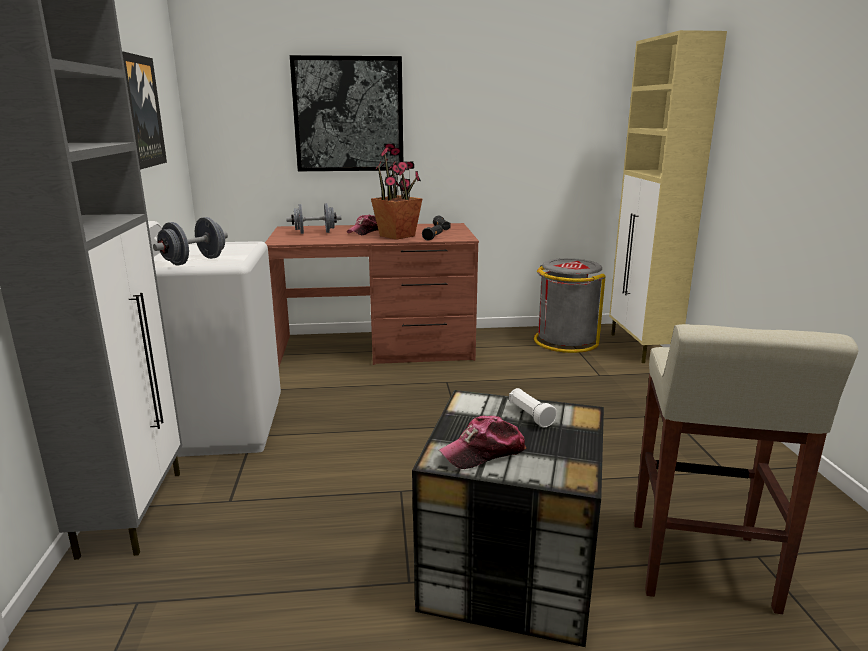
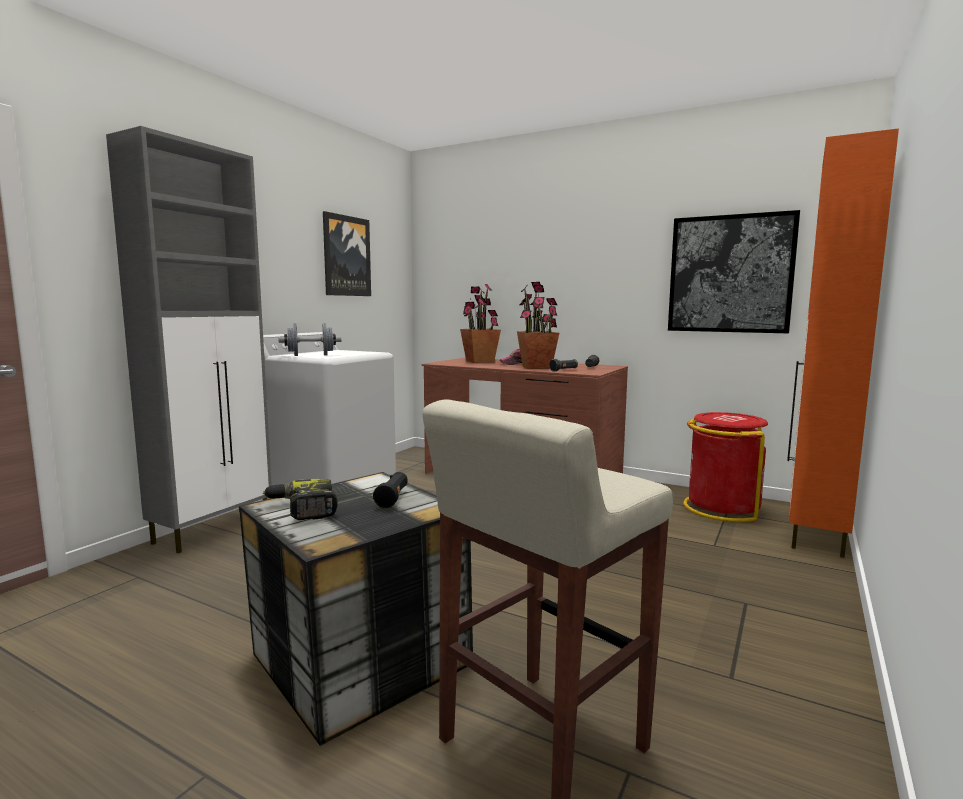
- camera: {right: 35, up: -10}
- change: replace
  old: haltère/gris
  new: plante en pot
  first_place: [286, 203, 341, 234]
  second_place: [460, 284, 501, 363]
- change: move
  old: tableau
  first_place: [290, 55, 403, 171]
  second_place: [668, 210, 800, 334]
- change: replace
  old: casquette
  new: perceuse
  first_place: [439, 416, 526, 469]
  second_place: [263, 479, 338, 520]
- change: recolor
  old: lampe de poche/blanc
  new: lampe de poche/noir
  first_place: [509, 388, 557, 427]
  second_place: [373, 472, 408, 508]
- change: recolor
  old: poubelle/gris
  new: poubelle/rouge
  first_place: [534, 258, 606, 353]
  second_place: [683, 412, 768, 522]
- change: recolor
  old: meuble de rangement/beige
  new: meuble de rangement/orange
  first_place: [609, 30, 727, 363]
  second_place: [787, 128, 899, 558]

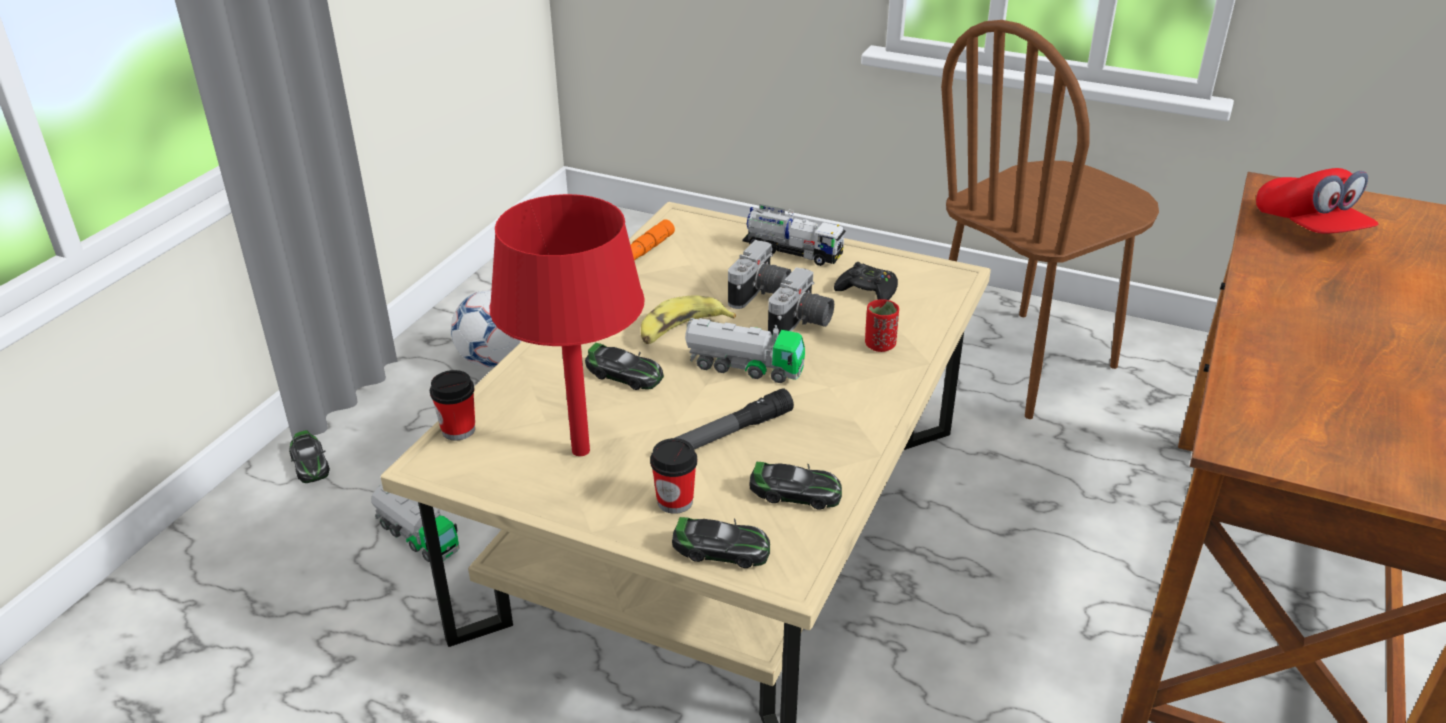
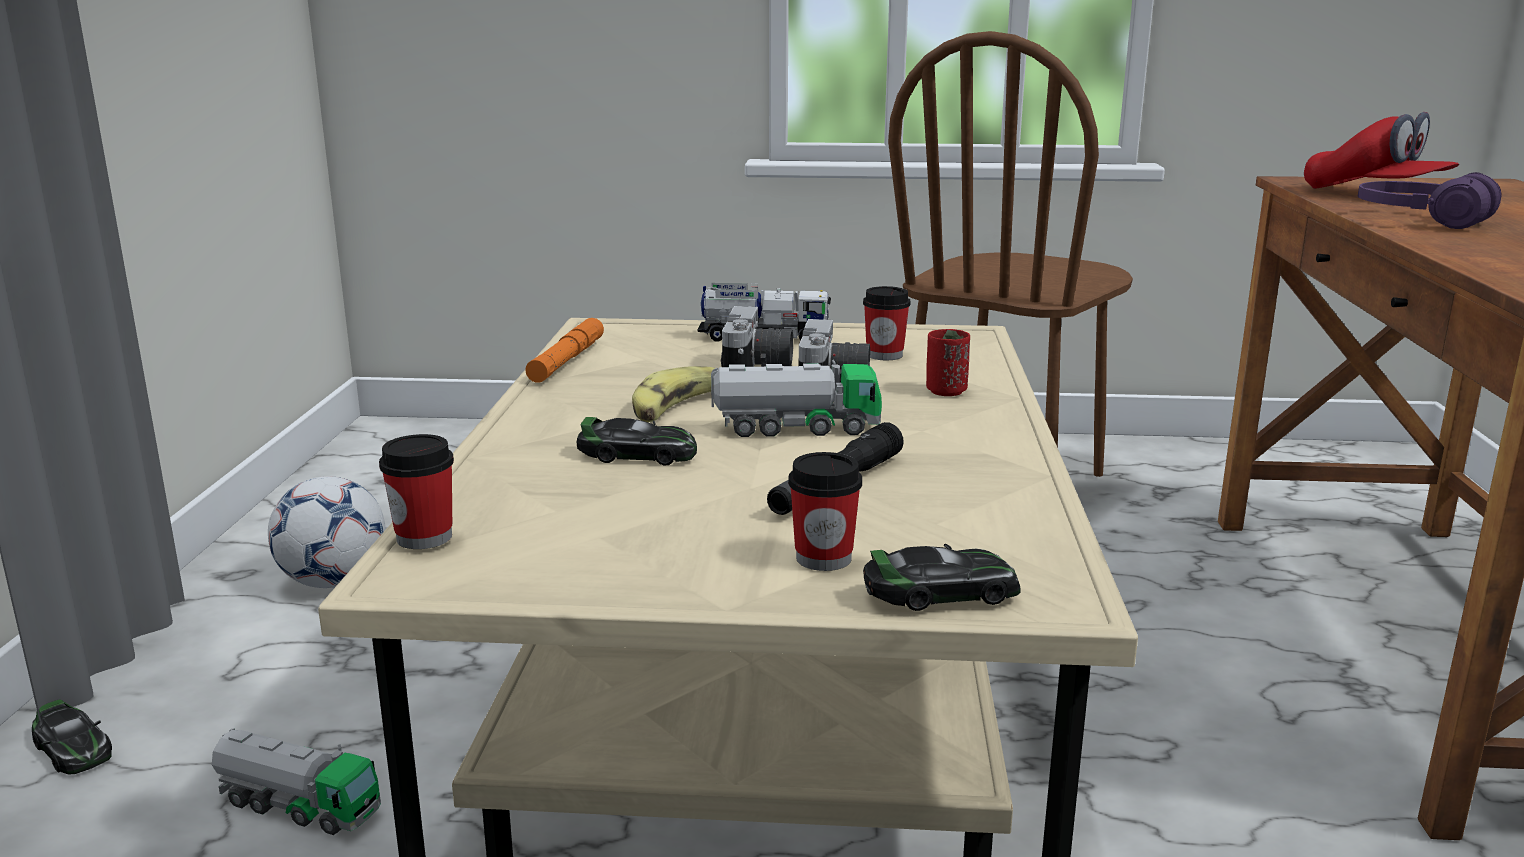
- camera: {right: -20, up: -15}
- change: delete
  old: lampe de table/rouge
  first_place: [490, 194, 645, 456]
- change: delete
  old: petite voiture
  first_place: [749, 462, 842, 510]
- change: replace
  old: manette/noir
  new: tasse
  first_place: [834, 262, 898, 300]
  second_place: [863, 286, 910, 360]
- change: insert
  new: casque audio/violet
  second_place: [1358, 172, 1502, 229]

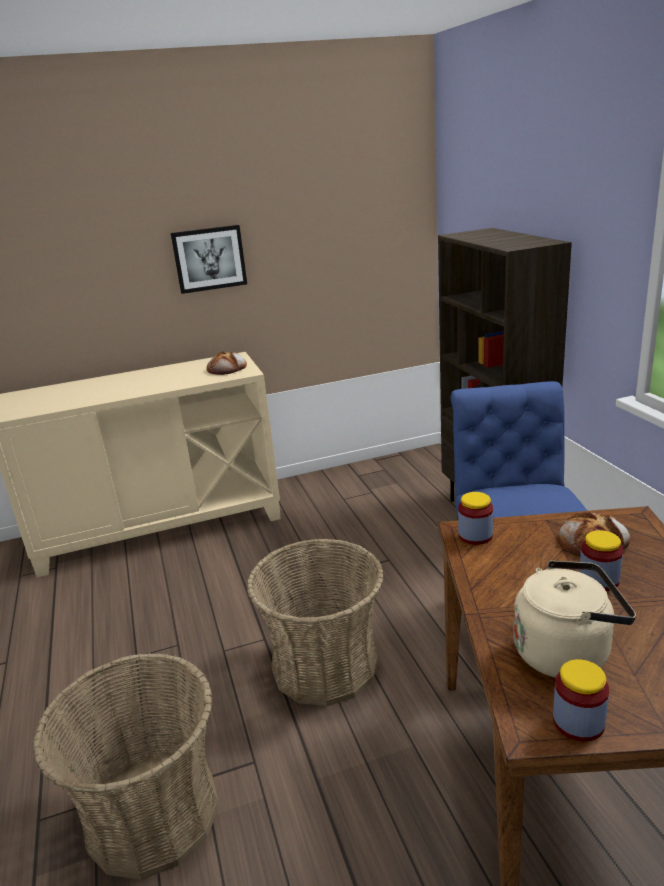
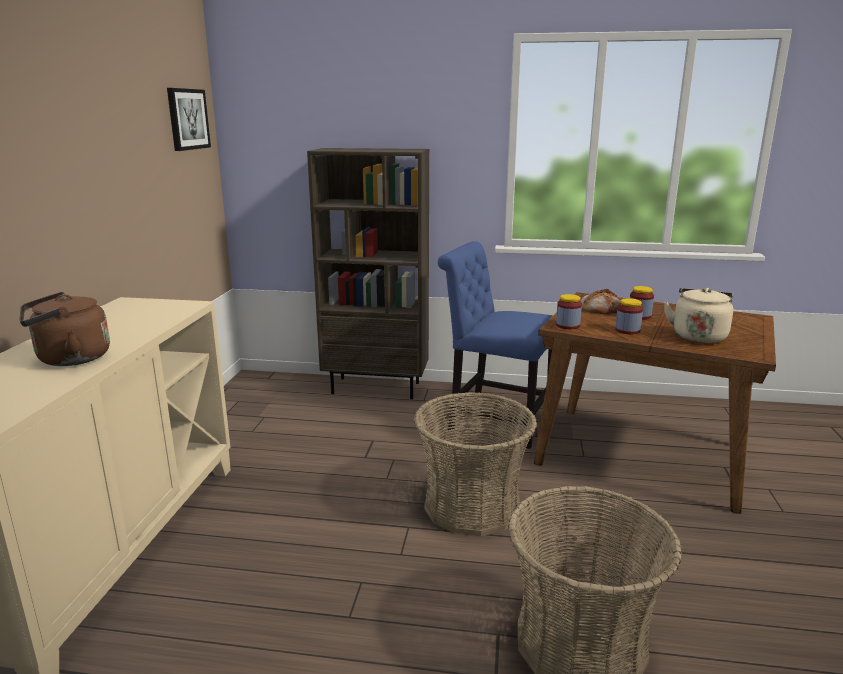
- camera: {right: -65, up: -5}
- change: move
  old: tableau
  first_place: [171, 225, 247, 294]
  second_place: [167, 88, 211, 151]
- change: delete
  old: pain
  first_place: [207, 351, 247, 375]
- change: move
  old: bocal
  first_place: [553, 659, 609, 742]
  second_place: [615, 298, 643, 334]
- change: insert
  new: bouilloire/marron
  second_place: [20, 292, 110, 366]

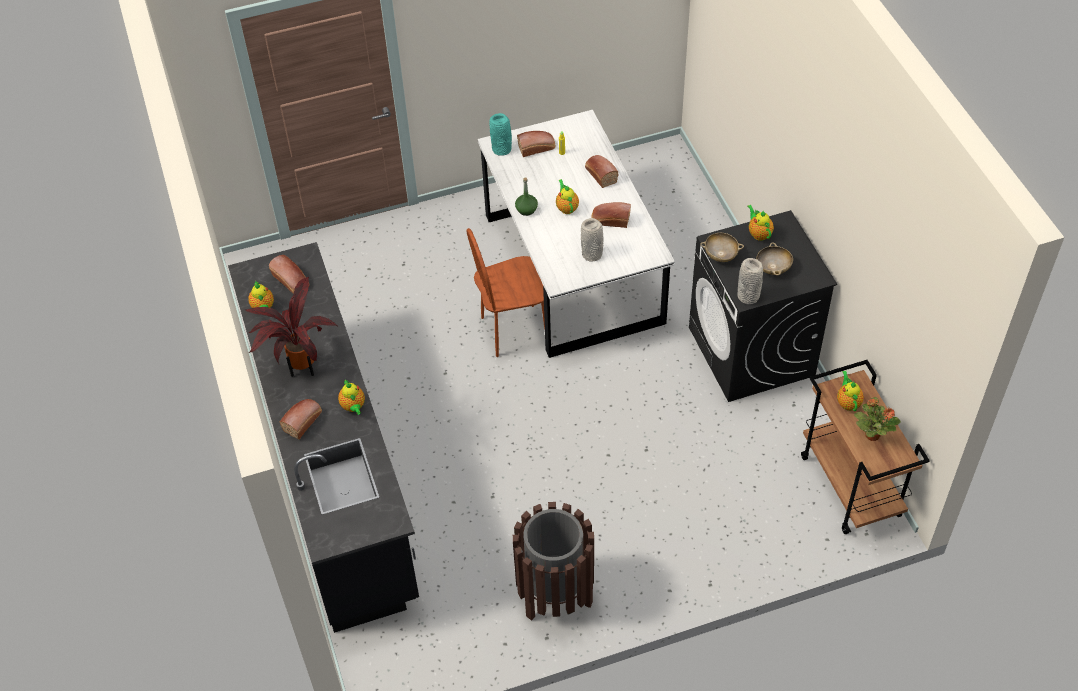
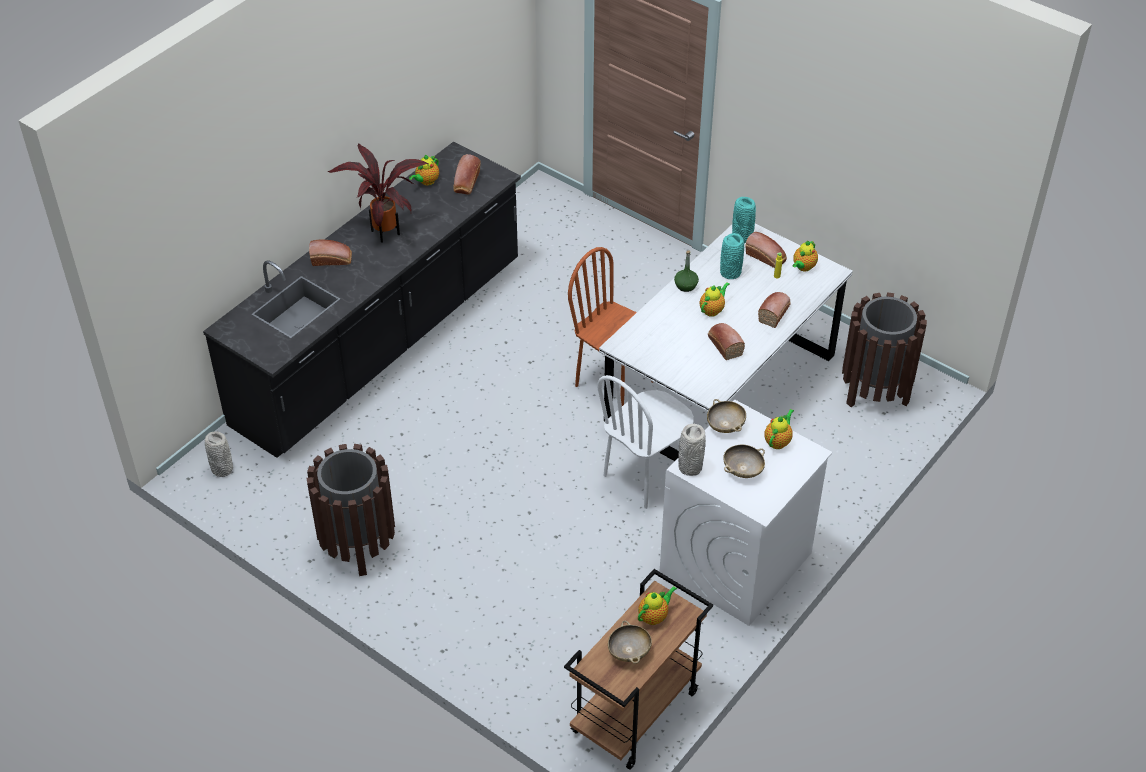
- camera: {right: 55, up: -5}
- change: move
  old: théière
  first_place: [338, 379, 365, 415]
  second_place: [793, 241, 818, 271]
- change: move
  old: vase/gris
  first_place: [581, 218, 604, 262]
  second_place: [205, 432, 233, 477]
- change: recolor
  old: lave-linge/noir
  new: lave-linge/blanc
  first_place: [689, 210, 837, 402]
  second_place: [660, 400, 832, 626]
- change: replace
  old: plante en pot
  new: bol/beige
  first_place: [854, 397, 901, 441]
  second_place: [608, 621, 652, 664]
- change: insert
  new: chaise/blanc
  second_place: [597, 375, 694, 509]
- change: insert
  new: vase/turquoise
  second_place: [720, 233, 744, 279]
- change: insert
  new: poubelle/marron
  second_place: [842, 292, 927, 407]

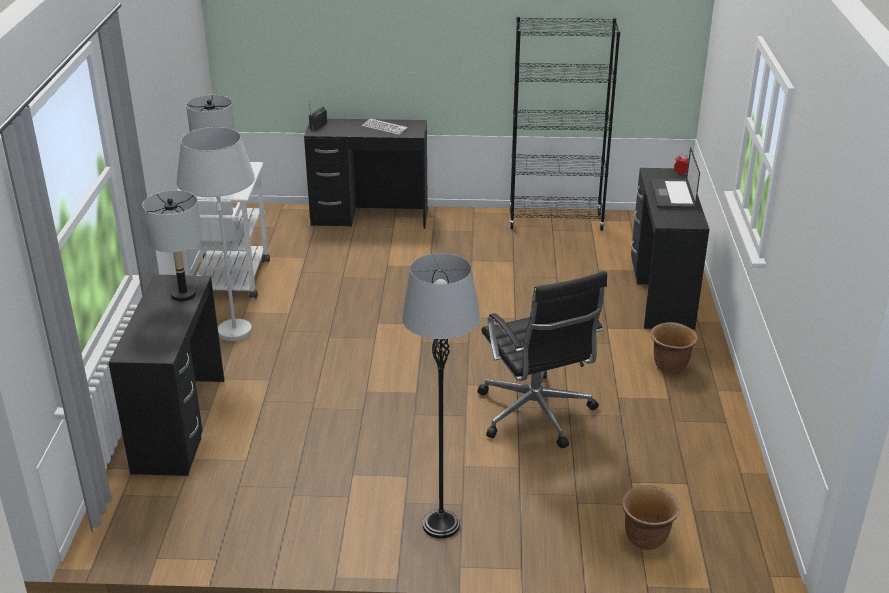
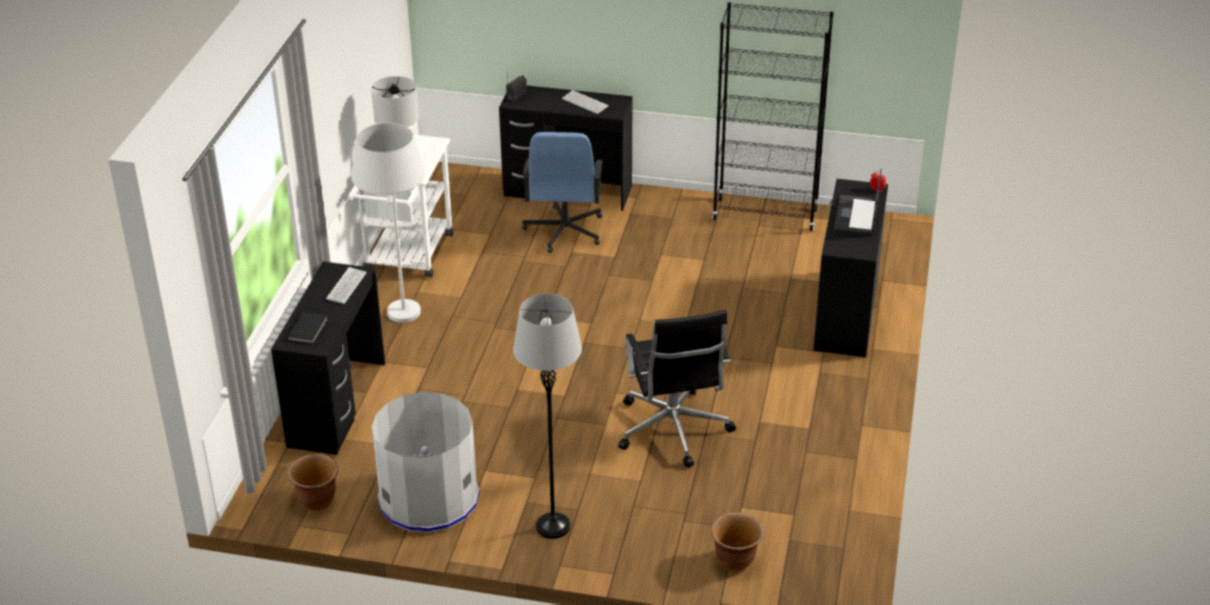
- camera: {right: 10, up: 5}
- change: replace
  old: lampe de table/gris
  new: clavier
  first_place: [142, 190, 203, 302]
  second_place: [326, 267, 367, 304]
- change: move
  old: cache-pot/marron
  first_place: [650, 322, 698, 374]
  second_place: [287, 454, 338, 511]
- change: insert
  new: livre/noir
  second_place: [287, 312, 328, 344]
- change: insert
  new: poubelle/gris
  second_place: [372, 392, 480, 533]
- change: insert
  new: chaise de bureau/bleu
  second_place: [522, 132, 603, 253]

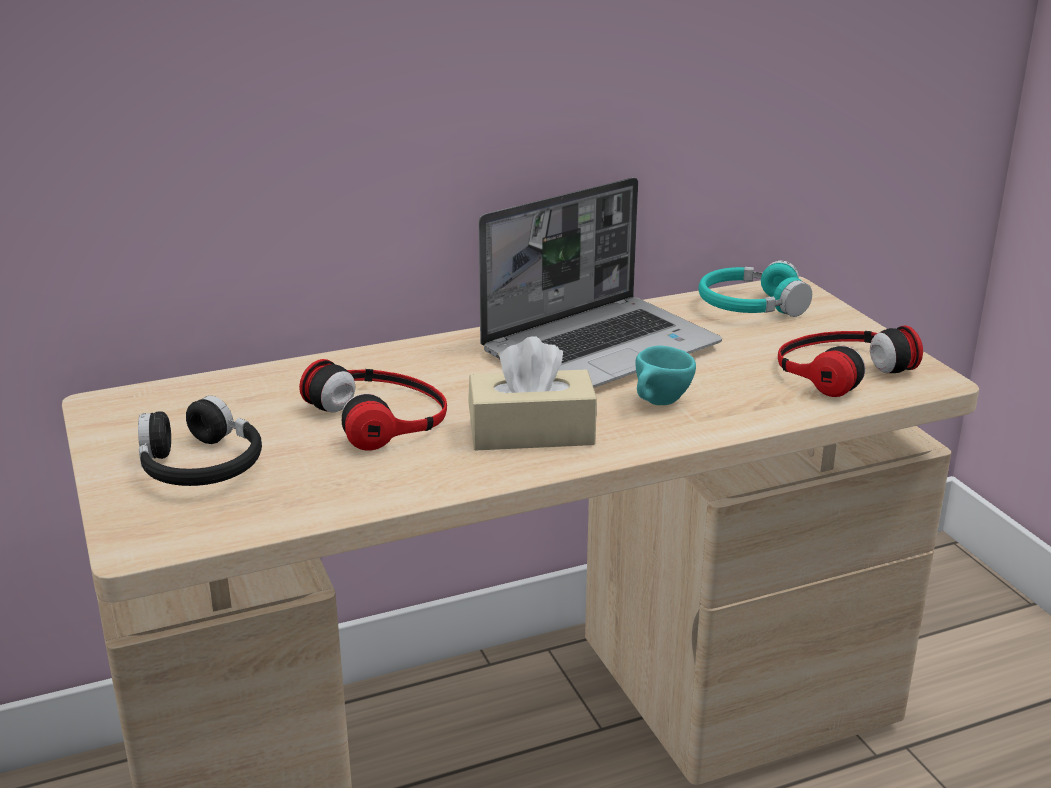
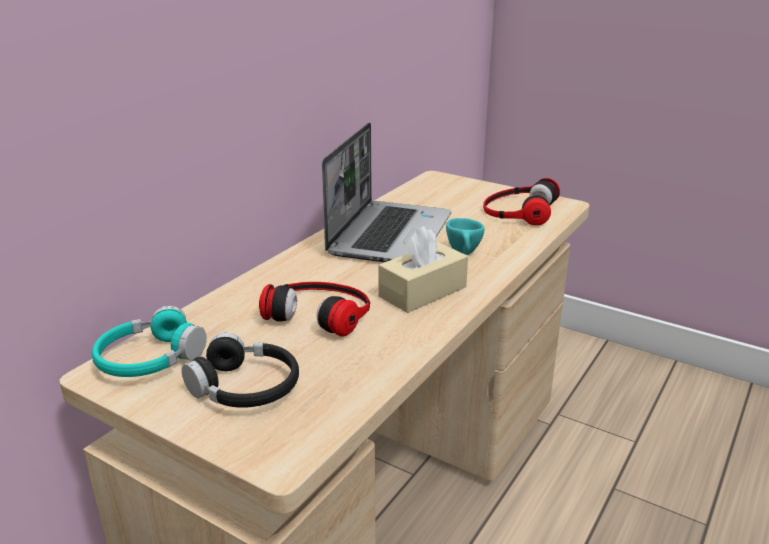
- camera: {right: -35, up: 0}
- change: move
  old: casque audio/turquoise
  first_place: [698, 260, 812, 317]
  second_place: [92, 306, 207, 377]

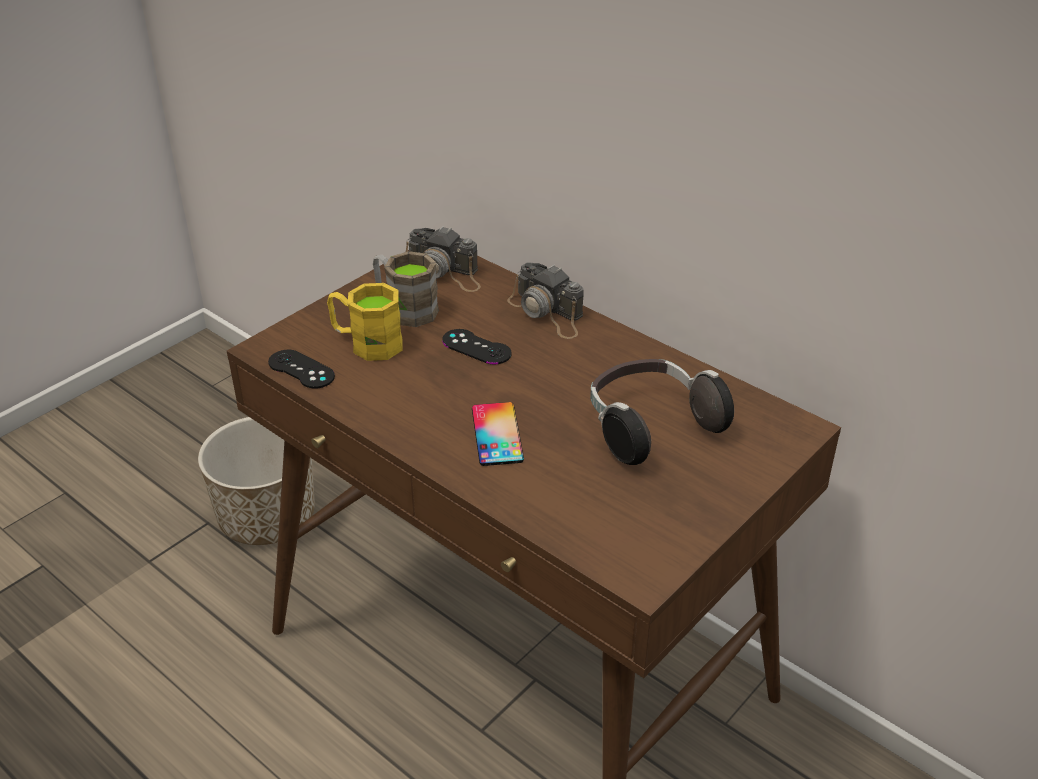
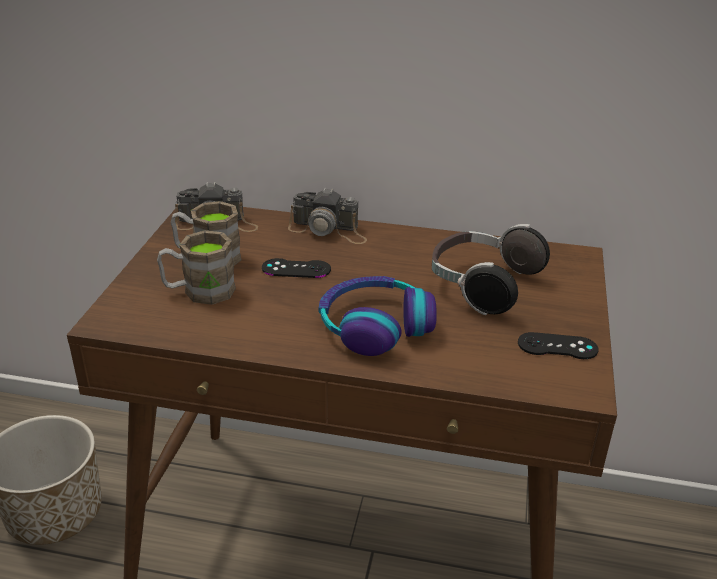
- camera: {right: -30, up: -5}
- change: move
  old: manette/noir
  first_place: [268, 350, 335, 389]
  second_place: [518, 332, 599, 359]
- change: recolor
  old: mug/jaune
  new: mug/marron
  first_place: [327, 283, 402, 361]
  second_place: [157, 230, 236, 305]
- change: replace
  old: téléphone
  new: casque audio
  first_place: [472, 402, 524, 466]
  second_place: [319, 276, 437, 356]

